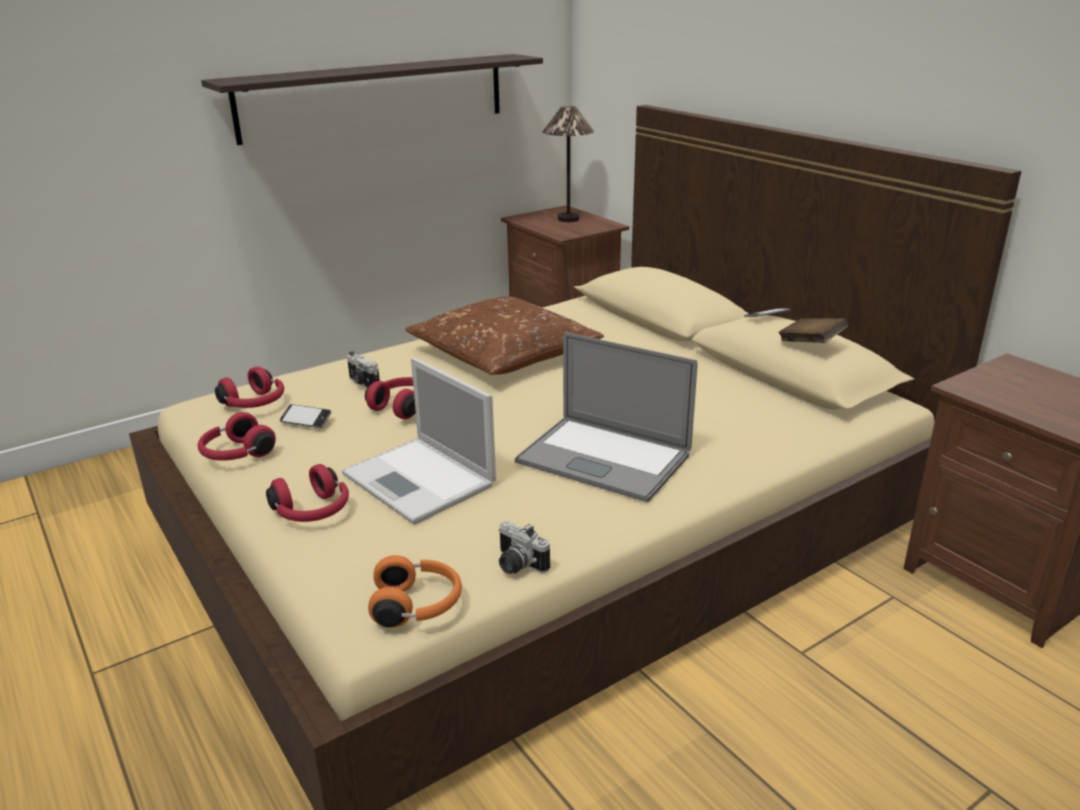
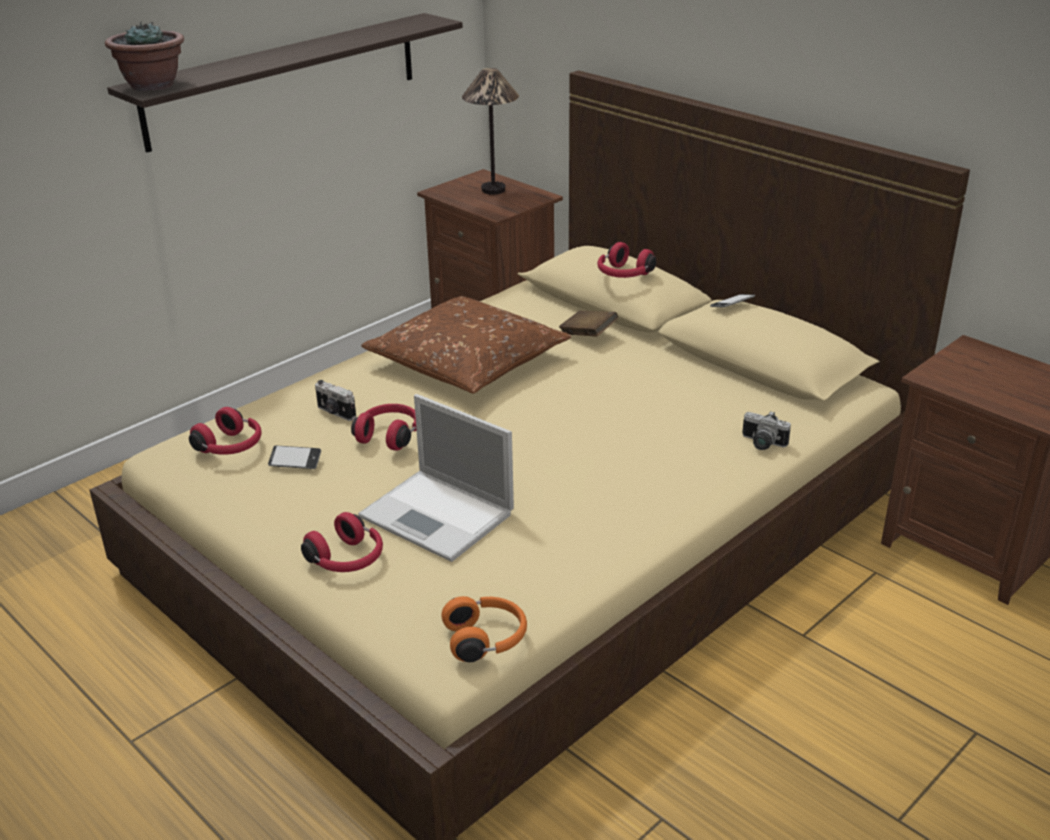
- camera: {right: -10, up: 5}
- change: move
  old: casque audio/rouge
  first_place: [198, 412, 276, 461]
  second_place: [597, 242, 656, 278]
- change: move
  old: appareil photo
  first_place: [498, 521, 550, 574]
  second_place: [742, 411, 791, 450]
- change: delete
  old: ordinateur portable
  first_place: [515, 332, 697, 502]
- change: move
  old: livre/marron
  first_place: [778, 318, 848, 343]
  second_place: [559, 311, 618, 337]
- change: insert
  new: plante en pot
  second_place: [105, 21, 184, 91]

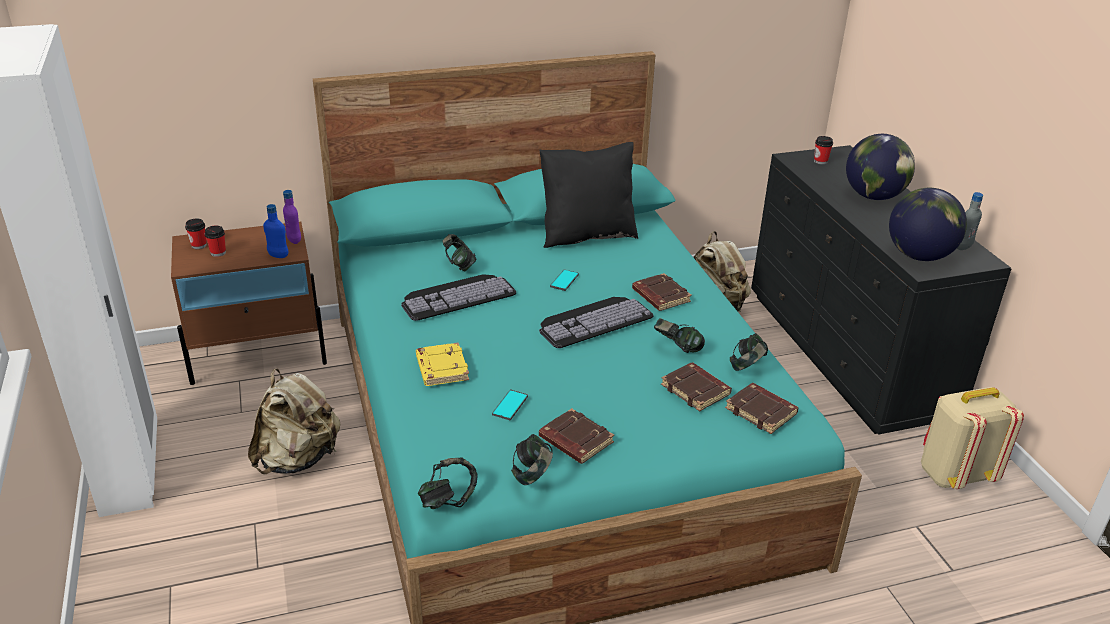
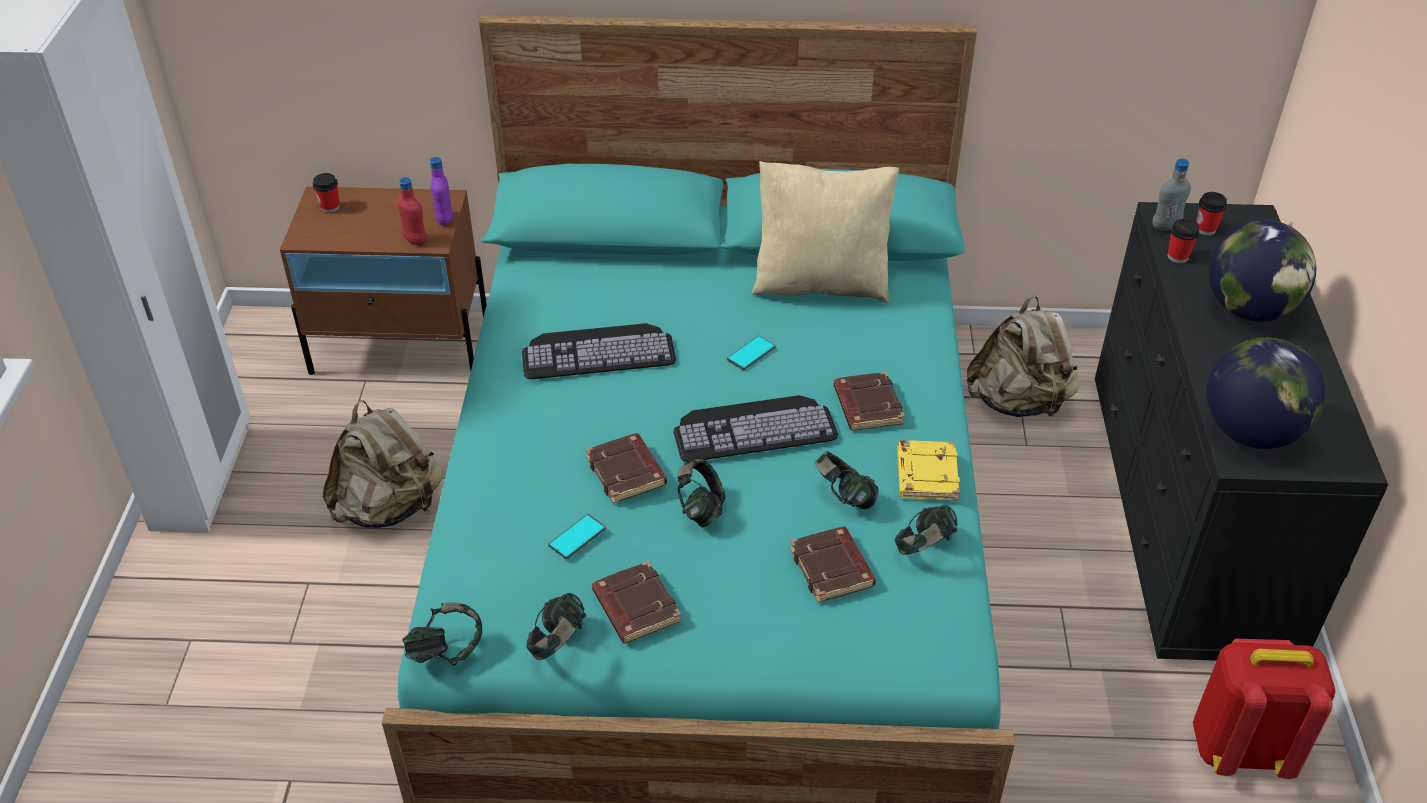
- camera: {right: 20, up: 10}
- change: move
  old: tasse
  first_place: [205, 225, 226, 257]
  second_place: [1167, 219, 1199, 263]
- change: recolor
  old: bouteille/bleu
  new: bouteille/rouge
  first_place: [263, 204, 288, 258]
  second_place: [397, 177, 427, 245]
- change: move
  old: livre/jaune
  first_place: [416, 343, 469, 386]
  second_place: [897, 441, 960, 501]
- change: move
  old: casque audio
  first_place: [443, 234, 477, 271]
  second_place: [677, 459, 726, 527]
- change: recolor
  old: coussin/noir
  new: coussin/beige
  first_place: [540, 142, 638, 248]
  second_place: [751, 161, 899, 303]
- change: move
  old: livre/marron
  first_place: [725, 383, 799, 434]
  second_place: [586, 433, 667, 504]
- change: recolor
  old: sac à dos/beige
  new: sac à dos/rouge
  first_place: [921, 387, 1024, 489]
  second_place: [1193, 638, 1335, 779]
- change: move
  old: bouteille/gris
  first_place: [957, 192, 983, 250]
  second_place: [1152, 158, 1191, 231]

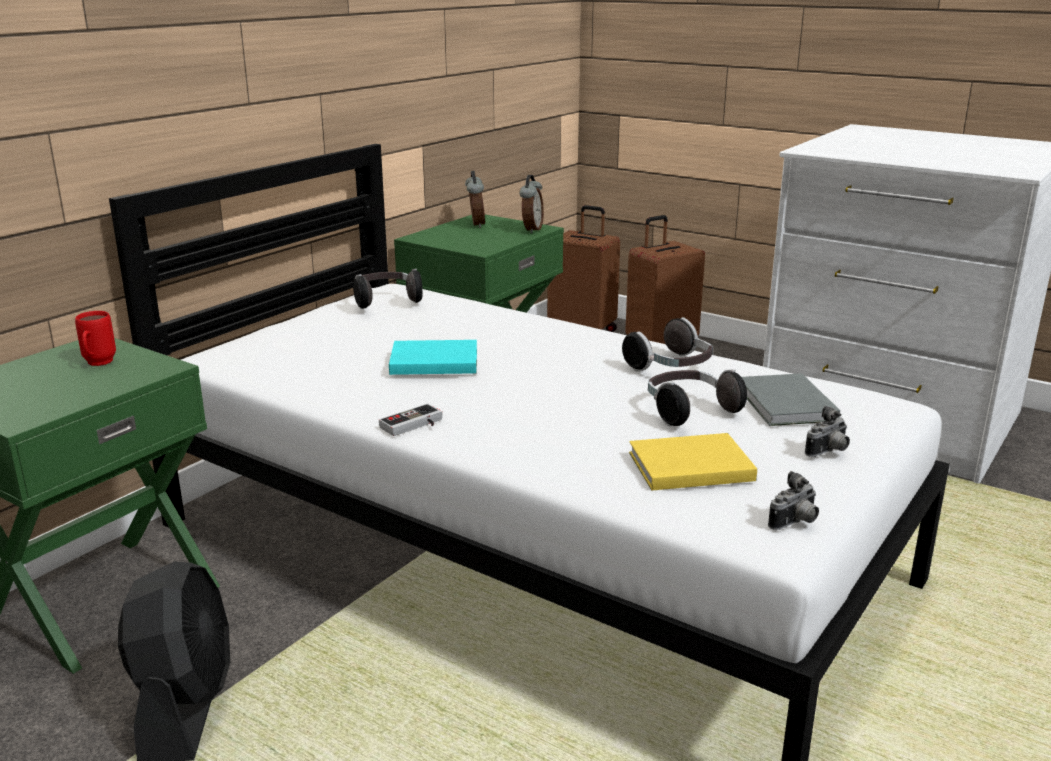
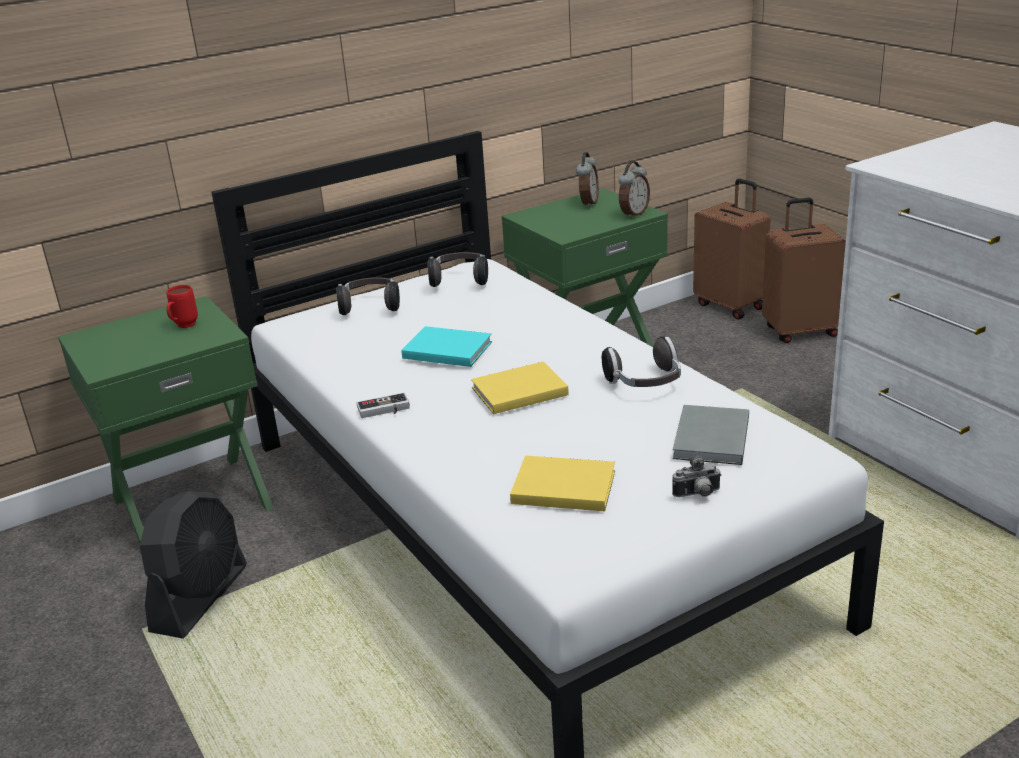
- camera: {right: 25, up: 5}
- change: move
  old: casque audio
  first_place: [648, 369, 747, 426]
  second_place: [336, 277, 400, 315]
- change: delete
  old: appareil photo
  first_place: [768, 471, 819, 530]
- change: insert
  new: livre/jaune
  second_place: [471, 361, 569, 414]

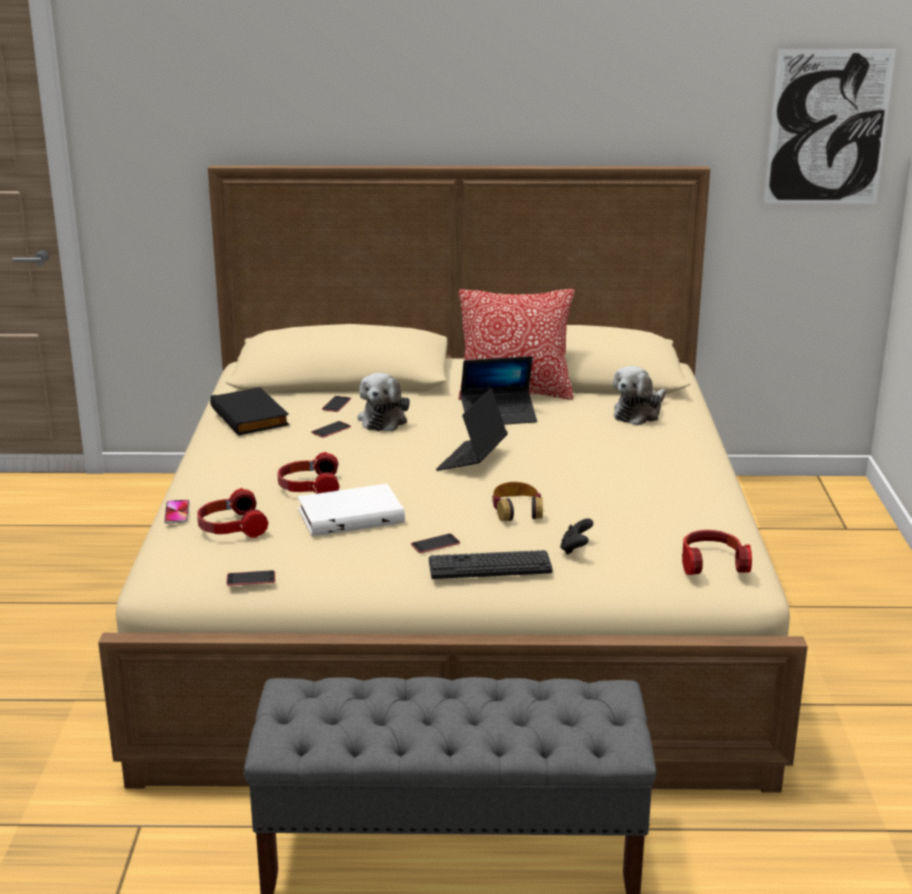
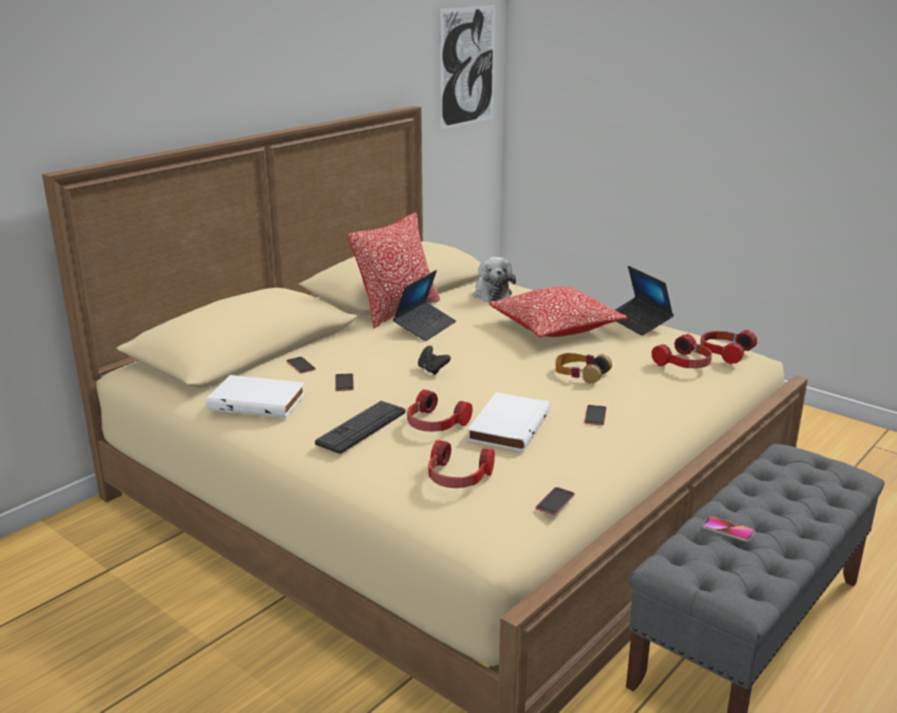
- camera: {right: -50, up: 0}
- change: move
  old: téléphone
  first_place: [164, 500, 190, 524]
  second_place: [702, 516, 755, 542]
- change: recolor
  old: livre/noir
  new: livre/blanc
  first_place: [210, 387, 289, 436]
  second_place: [206, 375, 306, 418]
- change: delete
  old: peluche
  first_place: [358, 373, 410, 431]
- change: move
  old: clavier
  first_place: [429, 550, 553, 579]
  second_place: [315, 401, 405, 454]
- change: move
  old: ordinateur portable
  first_place: [436, 389, 508, 471]
  second_place: [615, 266, 674, 336]
- change: move
  old: manette/noir
  first_place: [560, 518, 593, 555]
  second_place: [418, 346, 451, 375]
- change: insert
  new: coussin
  second_place: [488, 286, 627, 338]
- change: insert
  new: casque audio
  second_place: [651, 334, 712, 368]

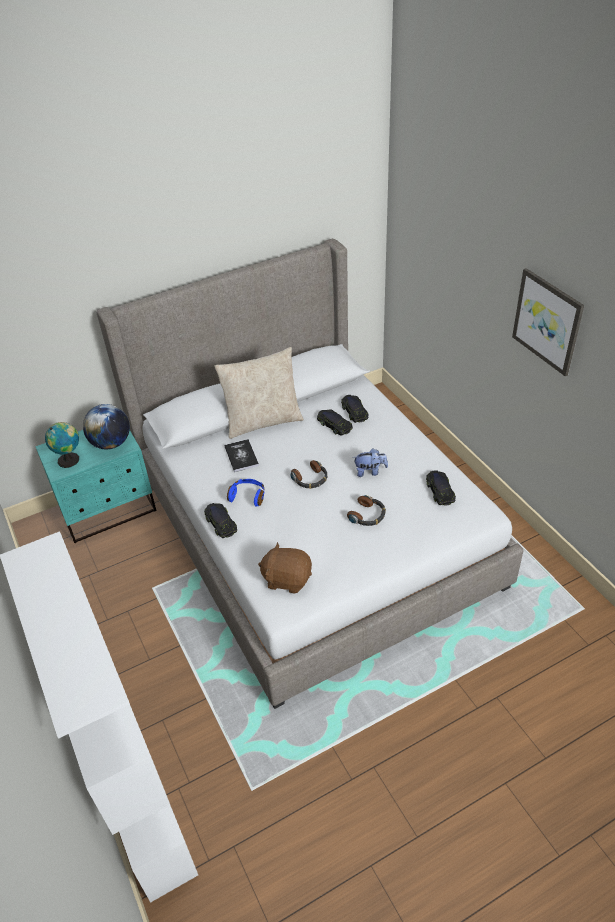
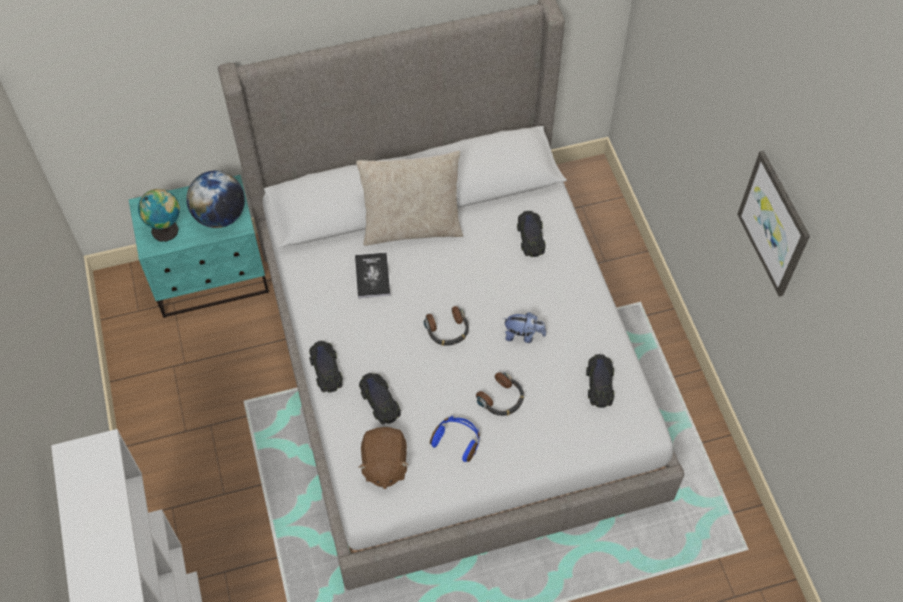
- camera: {right: 10, up: 15}
- change: move
  old: casque audio/bleu
  first_place: [227, 479, 264, 507]
  second_place: [430, 416, 480, 462]
- change: rotate
  old: peluche/marron
  first_place: [258, 542, 312, 594]
  second_place: [359, 427, 409, 489]
  degrees: -120
- change: move
  old: petite voiture/noir
  first_place: [317, 409, 353, 436]
  second_place: [359, 373, 401, 424]

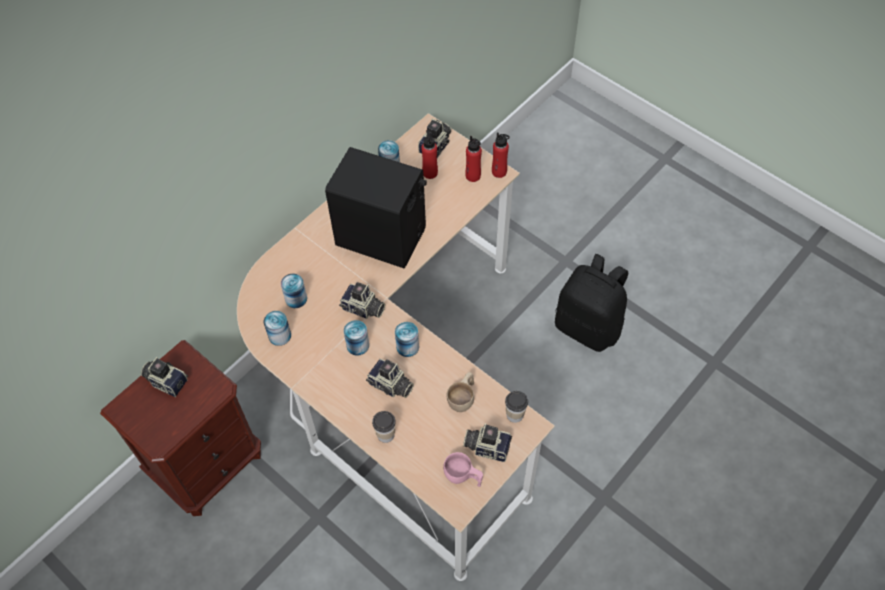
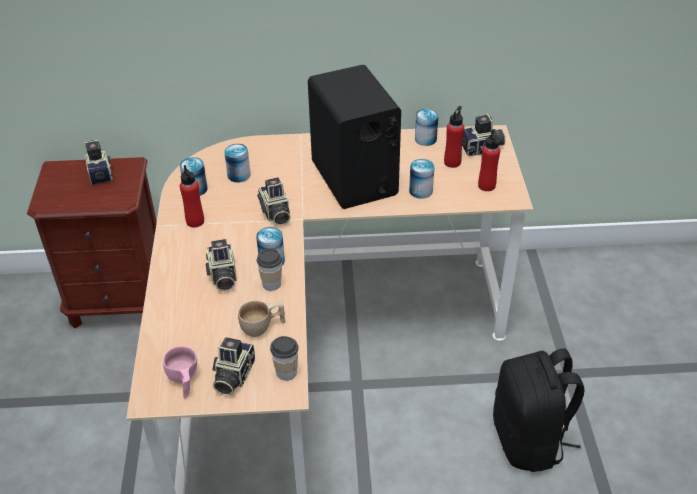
- camera: {right: 45, up: -15}
- change: move
  old: boîte métallique
  first_place: [344, 320, 369, 356]
  second_place: [409, 159, 434, 199]
- change: move
  old: tasse
  first_place: [372, 411, 396, 443]
  second_place: [257, 249, 282, 291]
- change: rotate
  old: appareil photo
  first_place: [463, 423, 512, 462]
  second_place: [212, 337, 255, 396]
  degrees: -135
- change: move
  old: bouteille/rouge
  first_place: [492, 132, 510, 178]
  second_place: [180, 165, 204, 228]

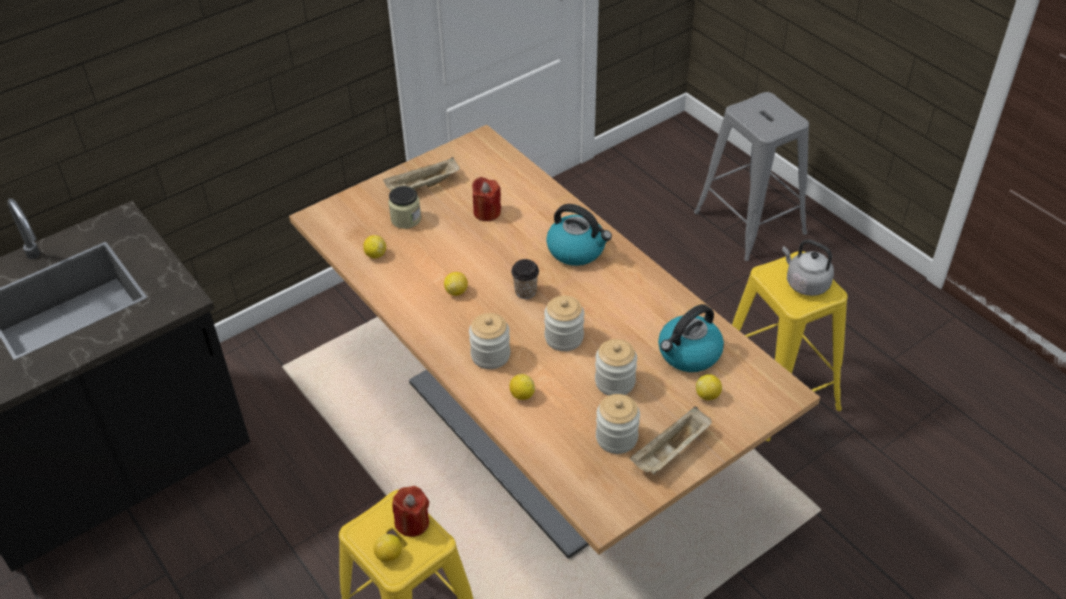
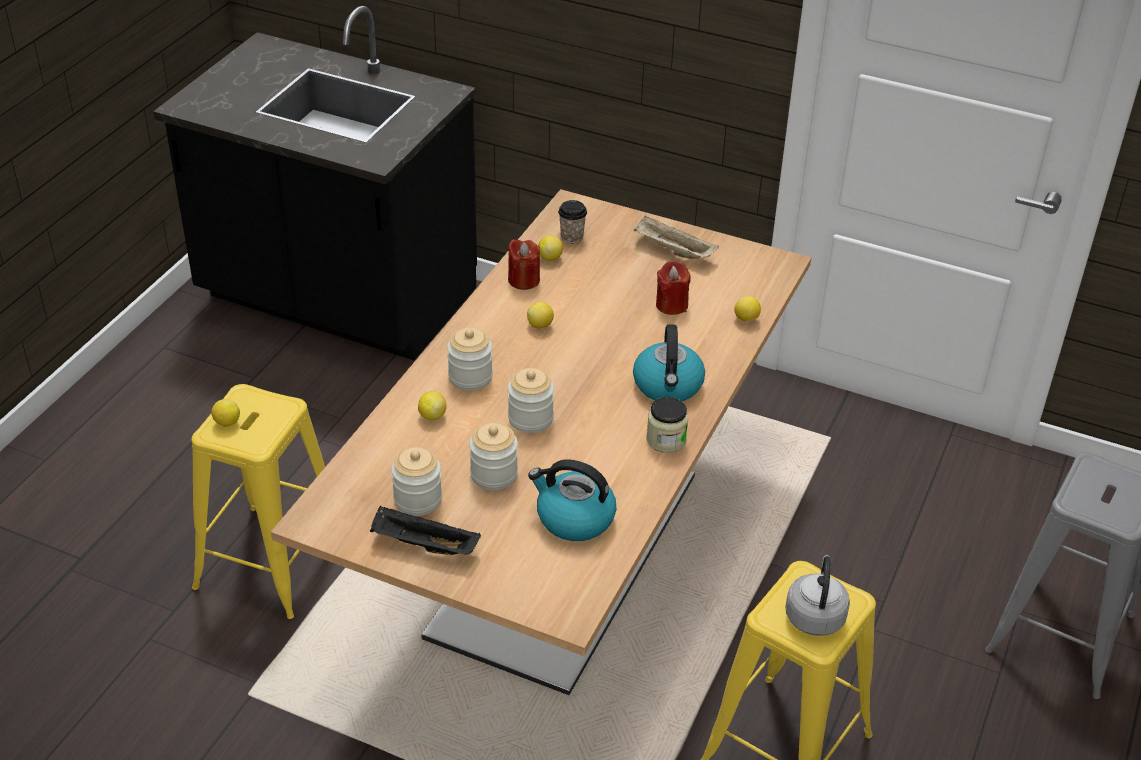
- camera: {right: 60, up: -5}
- change: move
  old: bocal
  first_place: [388, 186, 421, 229]
  second_place: [646, 397, 688, 453]
- change: move
  old: bougie/rouge
  first_place: [392, 486, 429, 537]
  second_place: [508, 239, 540, 290]
- change: move
  old: tasse
  first_place: [511, 259, 539, 299]
  second_place: [558, 200, 587, 243]
- change: recolor
  old: plateau/beige
  new: plateau/noir
  first_place: [630, 407, 712, 475]
  second_place: [370, 505, 481, 555]
- change: move
  old: citron
  first_place: [696, 374, 722, 400]
  second_place: [734, 296, 761, 322]

